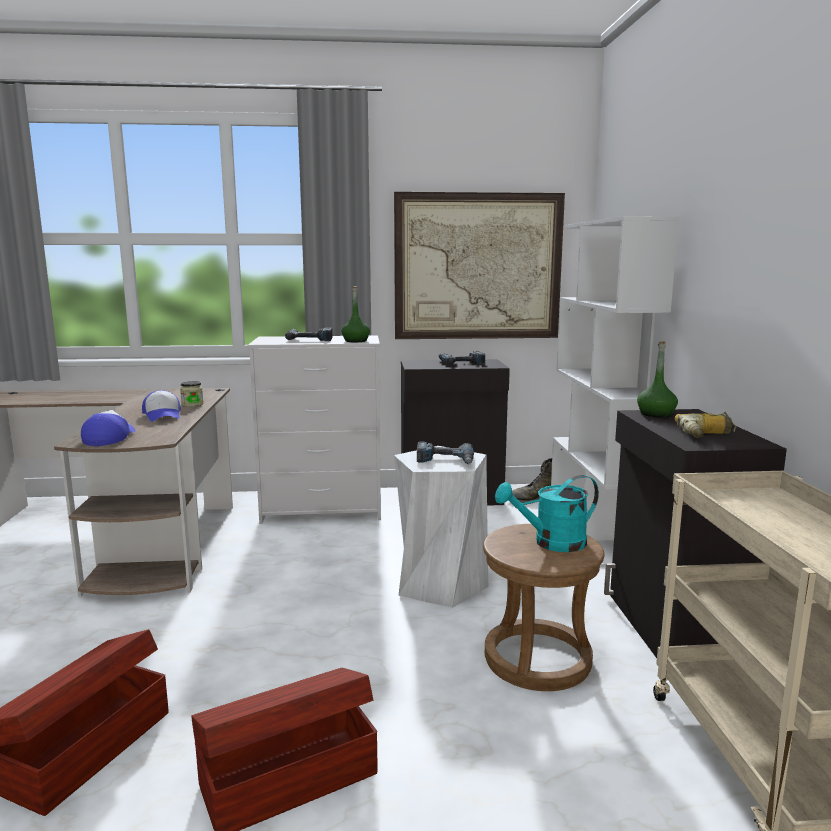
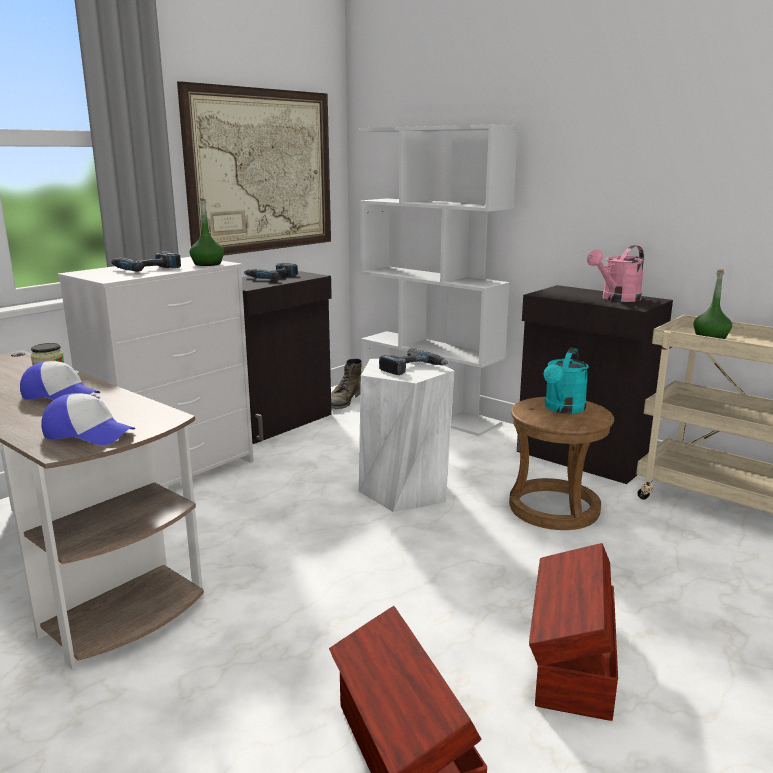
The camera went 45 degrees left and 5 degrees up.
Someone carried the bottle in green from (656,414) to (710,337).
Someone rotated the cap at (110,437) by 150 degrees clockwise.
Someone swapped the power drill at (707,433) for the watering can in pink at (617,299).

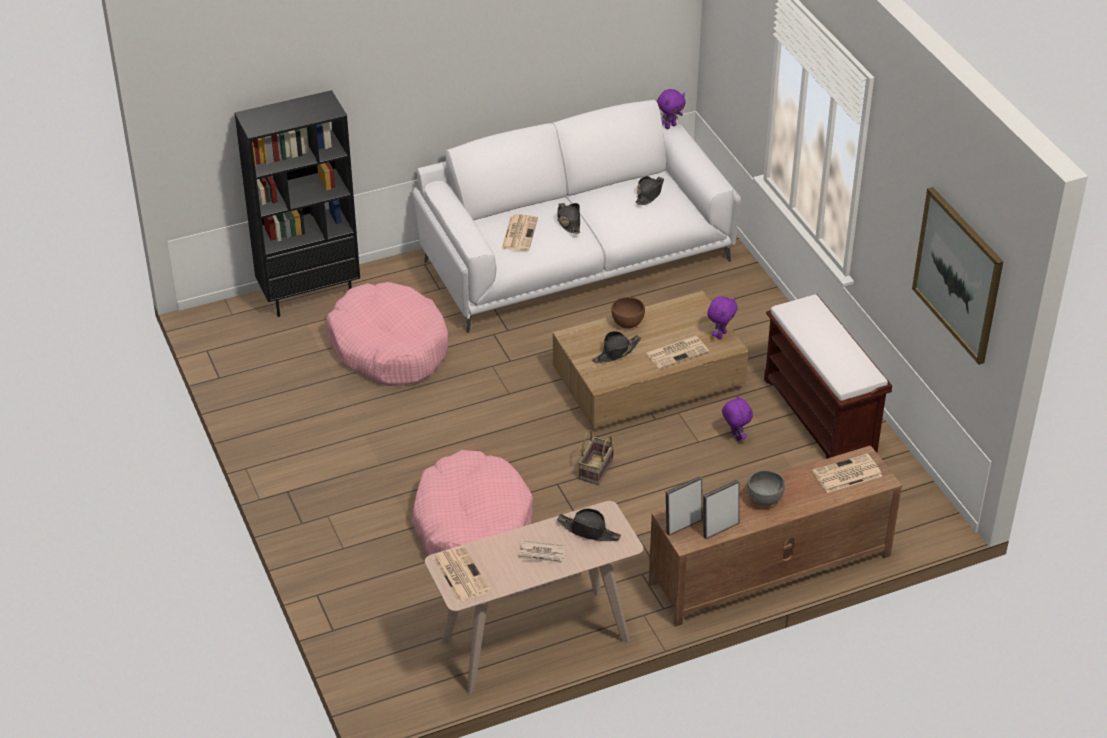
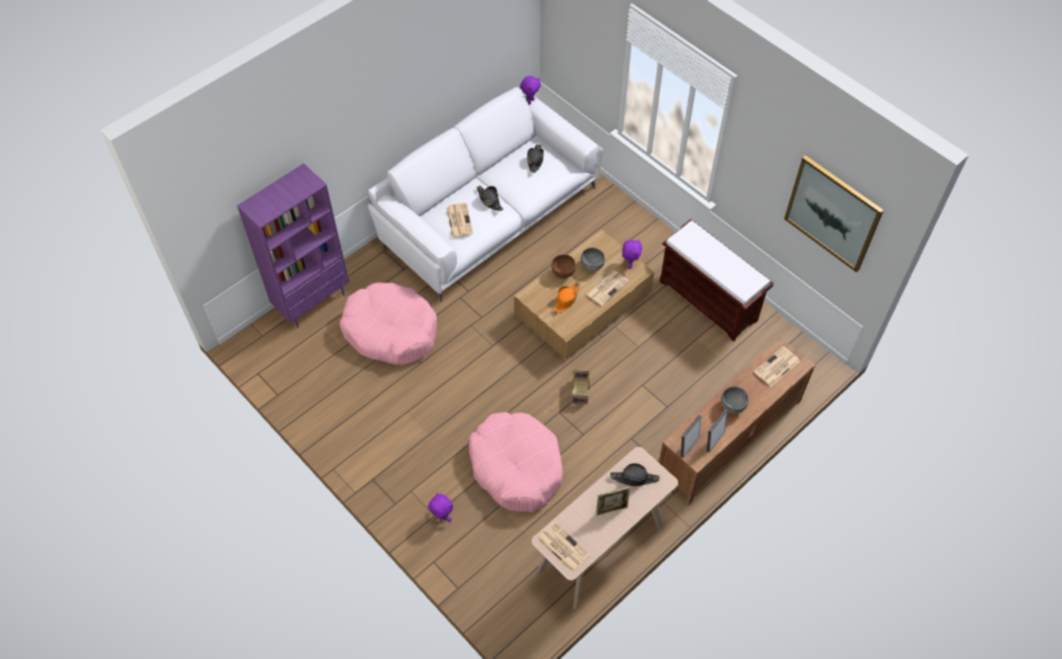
The camera went 20 degrees left and 15 degrees up.
Someone repainted the bookcase in black at (310,295), which became the bookcase in purple at (312,302).
Someone repainted the hat in black at (616,352), which became the hat in orange at (566,300).
Someone carried the plush toy in purple from (735,436) to (442,517).
Someone swapped the newspaper at (542,554) for the picture frame at (611,509).
Someone put down the bowl in grey at (592,266).

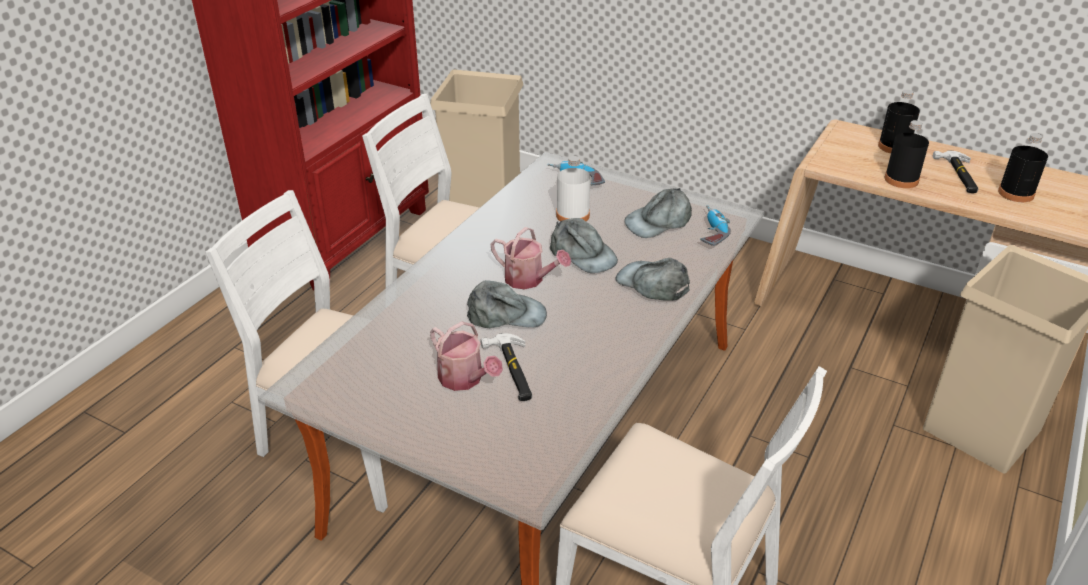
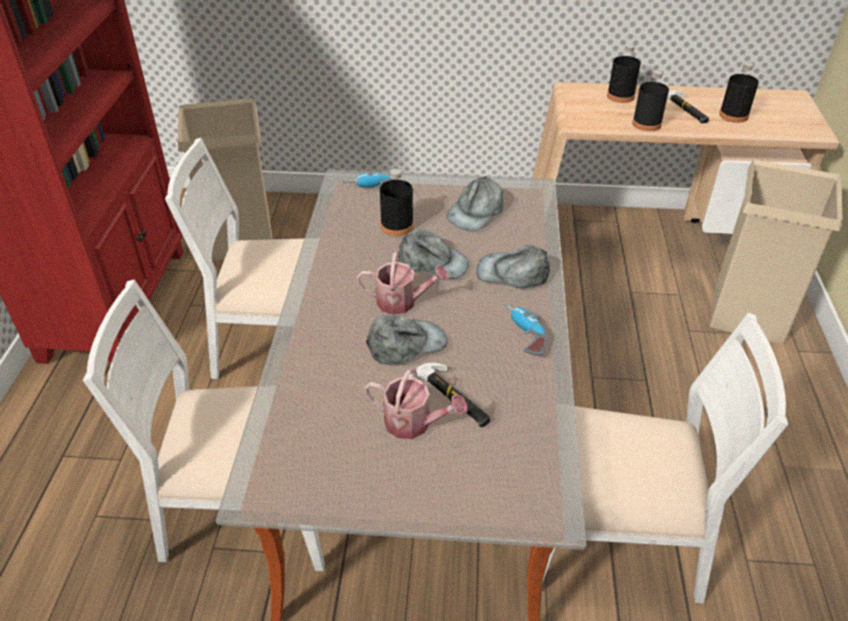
The camera went 25 degrees left and 5 degrees up.
Someone repainted the bottle in white at (572,215), which became the bottle in black at (397,226).
Someone carried the power drill from (710,232) to (522,335).

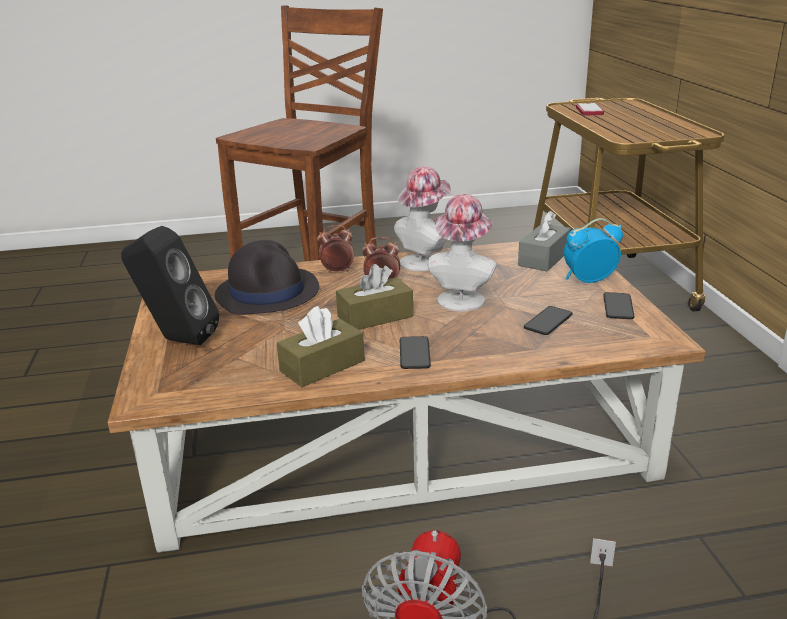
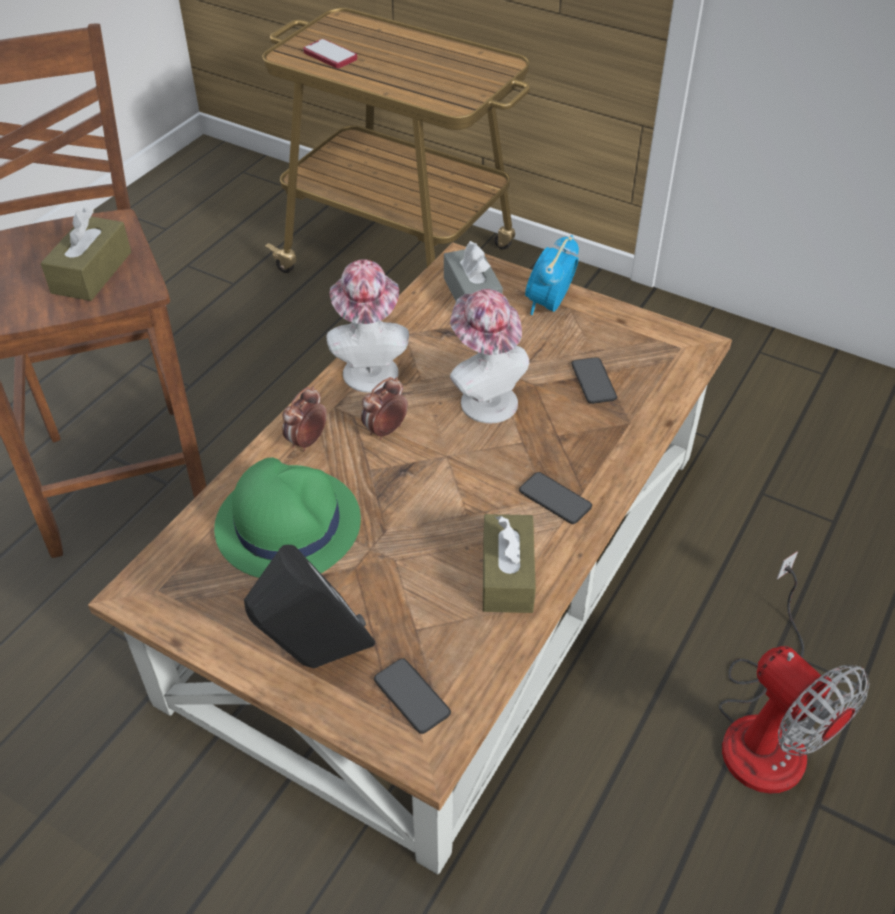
The camera went 50 degrees left and 20 degrees up.
Someone repainted the hat in black at (268,292), which became the hat in green at (287,523).
Someone carried the tissue box in brown from (375,316) to (92,272).
Someone carried the phone from (618,307) to (412,696).

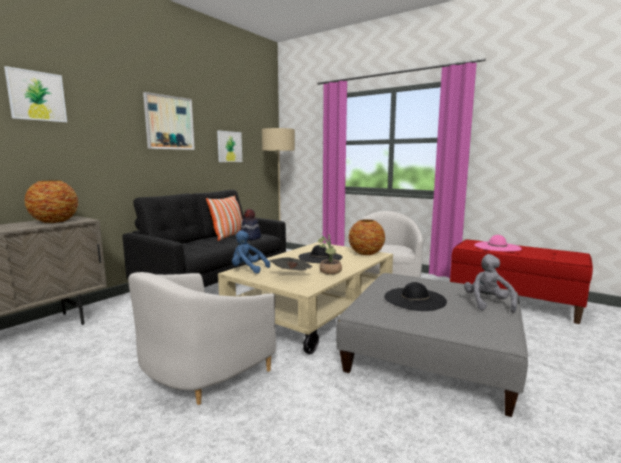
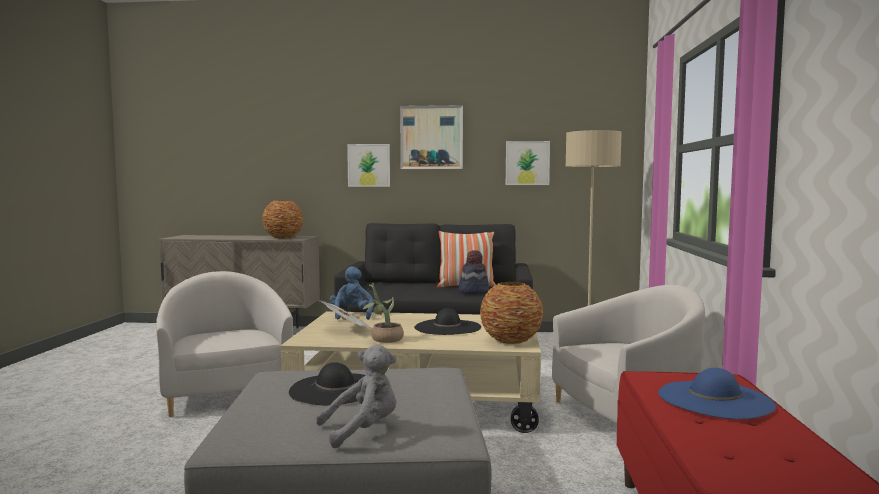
The camera went 60 degrees right and 5 degrees down.
Someone carried the picture from (37,96) to (369,165).
Someone repainted the hat in pink at (497,247), which became the hat in blue at (715,399).
Someone rotated the armchair in white at (203,372) by 60 degrees clockwise.

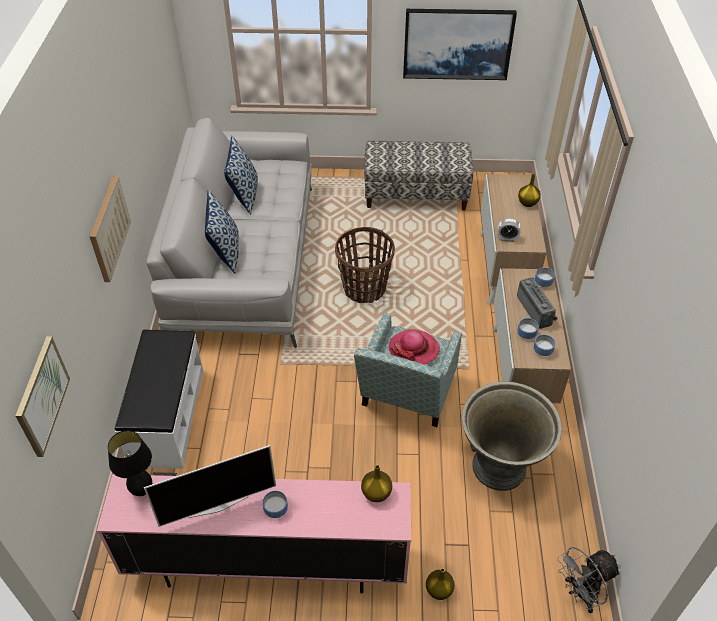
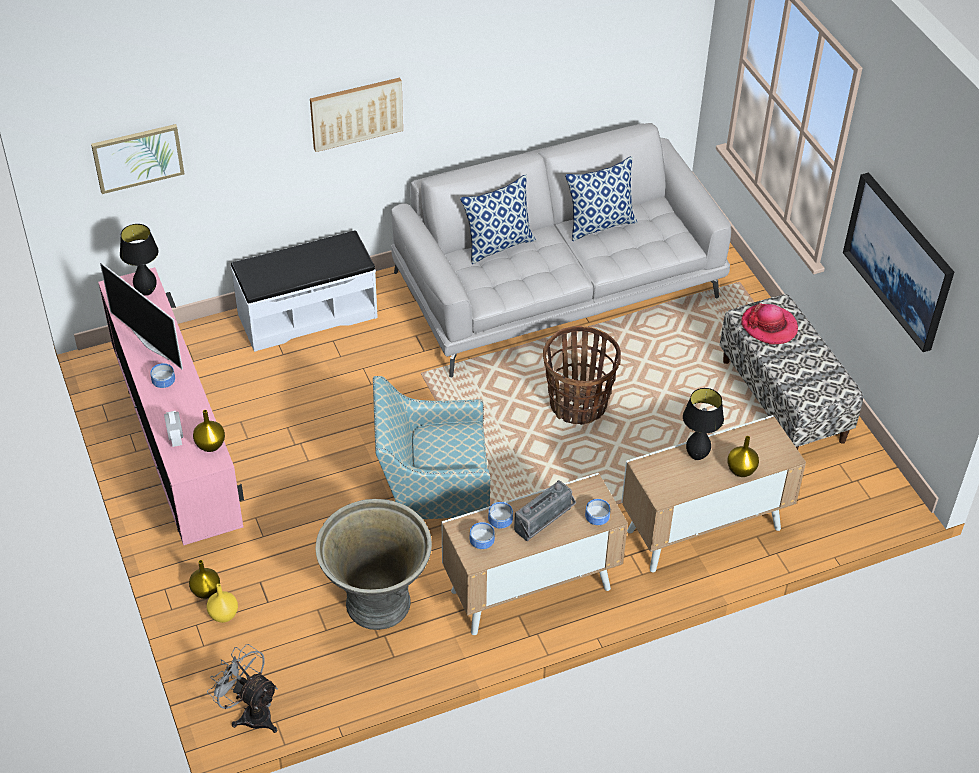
The camera went 65 degrees right and 0 degrees up.
Someone carried the alarm clock from (507,239) to (176,438).
Someone carried the hat from (413,349) to (769,326).
Someone put down the table lamp in black at (697,455).
Someone put down the vase in yellow at (224,614).

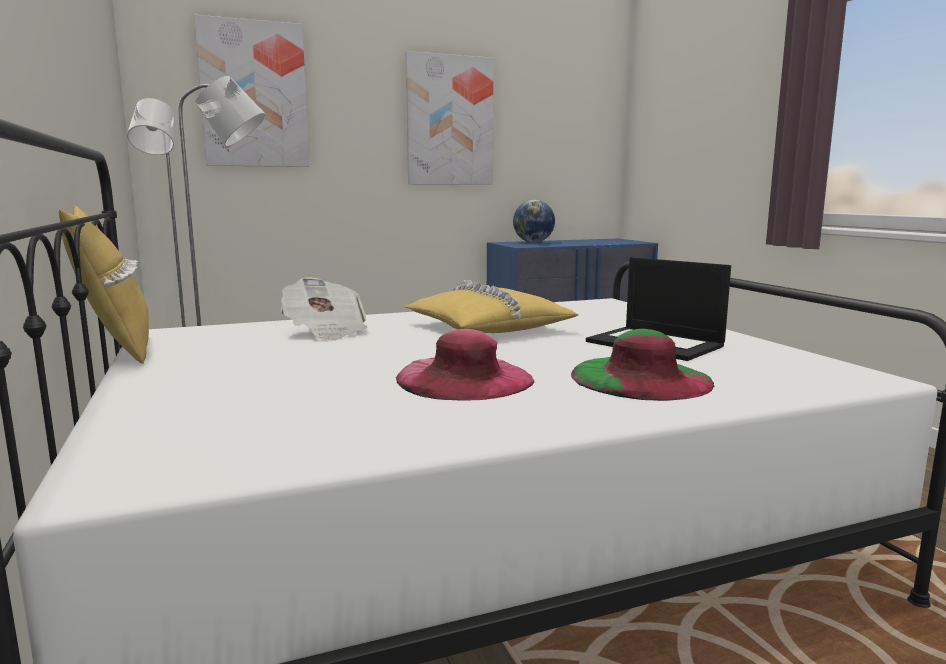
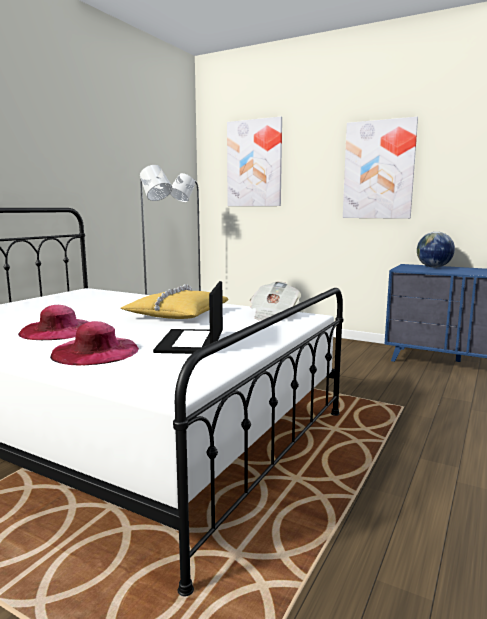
The camera went 50 degrees right and 0 degrees up.
Someone took away the pillow in yellow at (116,349).
Someone carried the newspaper from (325,332) to (273,315).
Someone repainted the hat in green at (641,378), which became the hat in pink at (95,351).

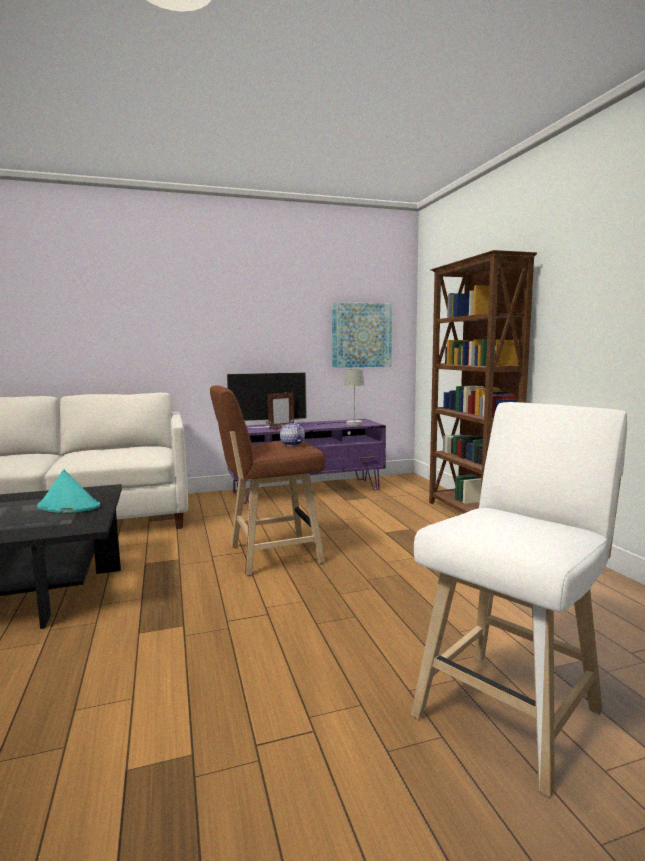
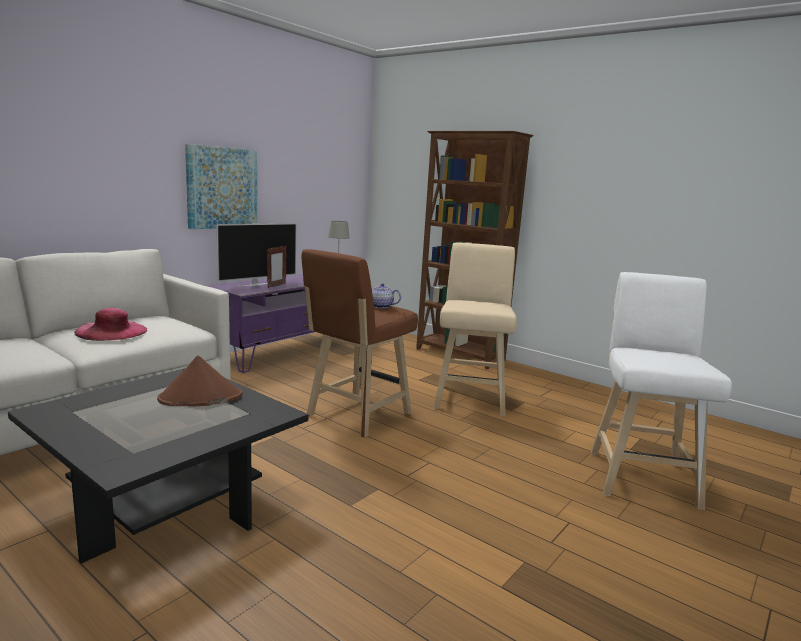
The camera went 35 degrees left and 5 degrees up.
Someone carried the picture from (361,335) to (222,188).
Someone repainted the hat in turquoise at (68,506), which became the hat in brown at (200,398).
Someone put down the stool in beige at (470,397).
Someone put down the hat in pink at (111,331).

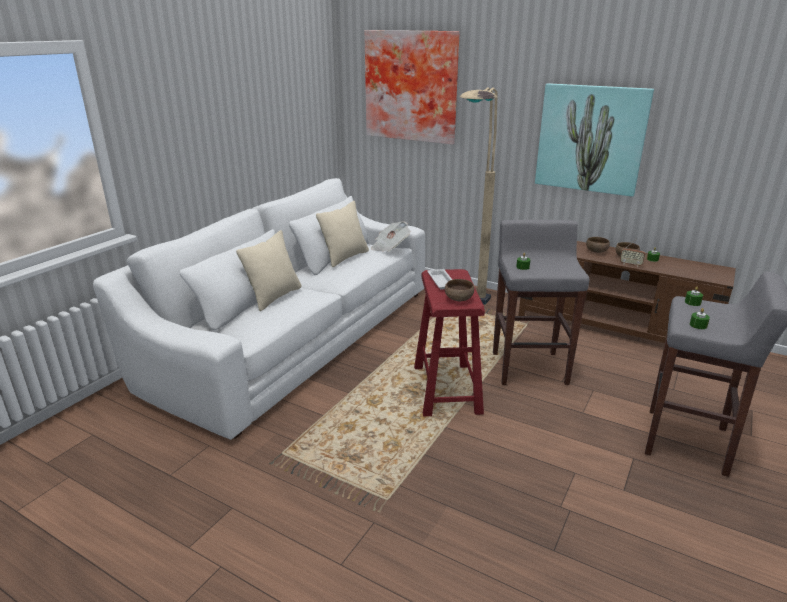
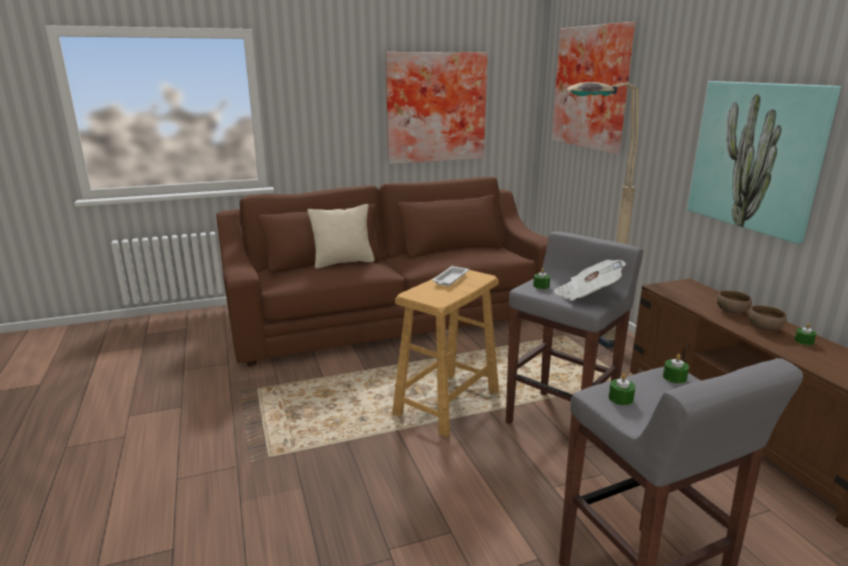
The camera went 40 degrees right and 5 degrees down.
Someone repainted the sofa in white at (297,336), which became the sofa in brown at (392,315).
Someone took away the pillow in beige at (345,257).
Someone carried the newspaper from (390,247) to (586,295).
Someone took away the radio at (630,264).
Someone repainted the stool in red at (446,389), which became the stool in beige at (446,403).
Someone took away the bowl in brown at (458,299).
Someone put up the picture at (435,107).

